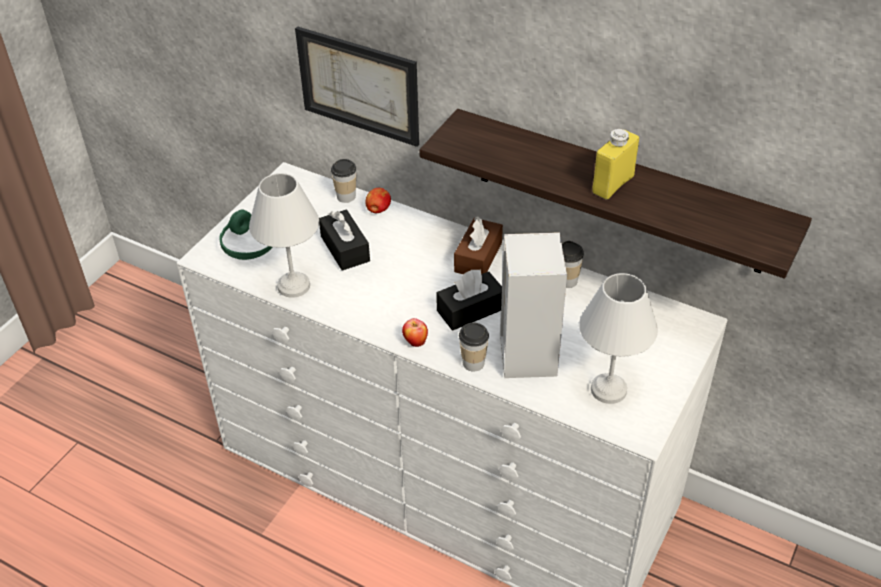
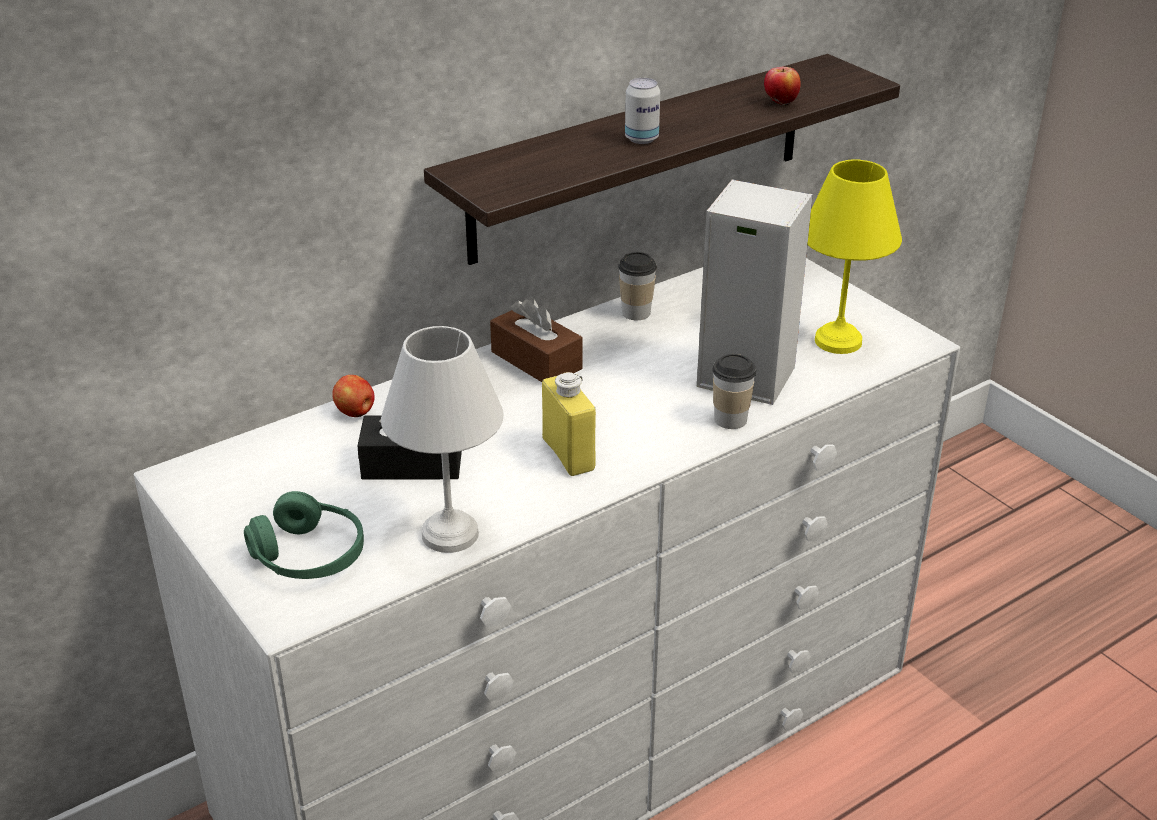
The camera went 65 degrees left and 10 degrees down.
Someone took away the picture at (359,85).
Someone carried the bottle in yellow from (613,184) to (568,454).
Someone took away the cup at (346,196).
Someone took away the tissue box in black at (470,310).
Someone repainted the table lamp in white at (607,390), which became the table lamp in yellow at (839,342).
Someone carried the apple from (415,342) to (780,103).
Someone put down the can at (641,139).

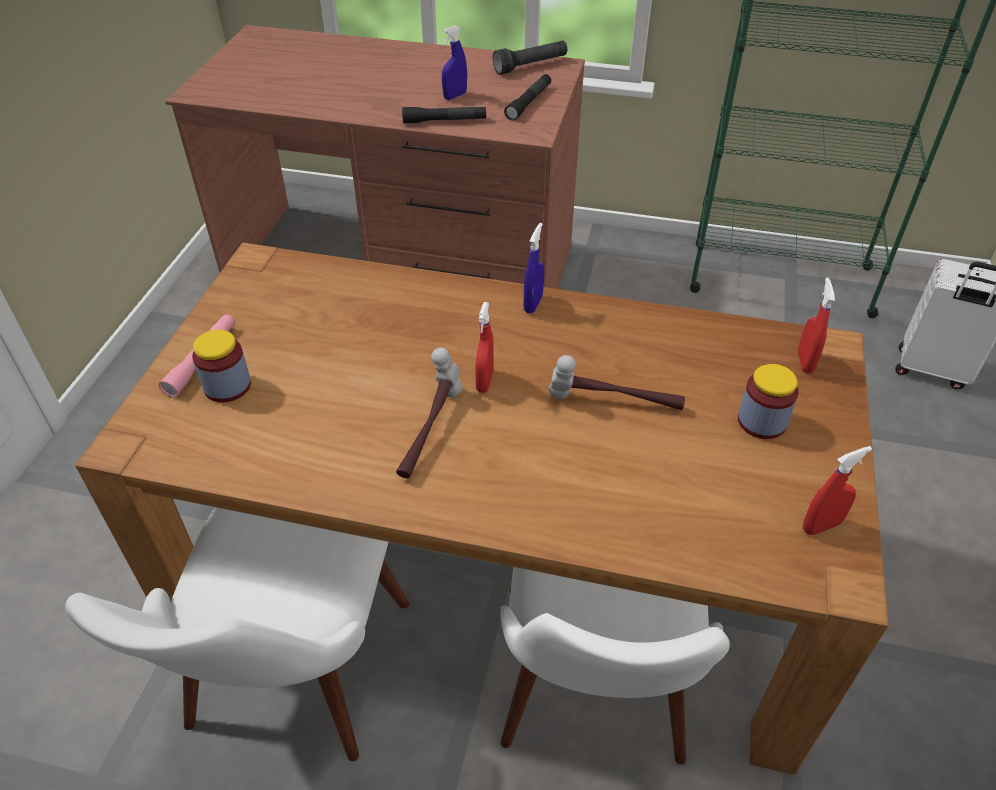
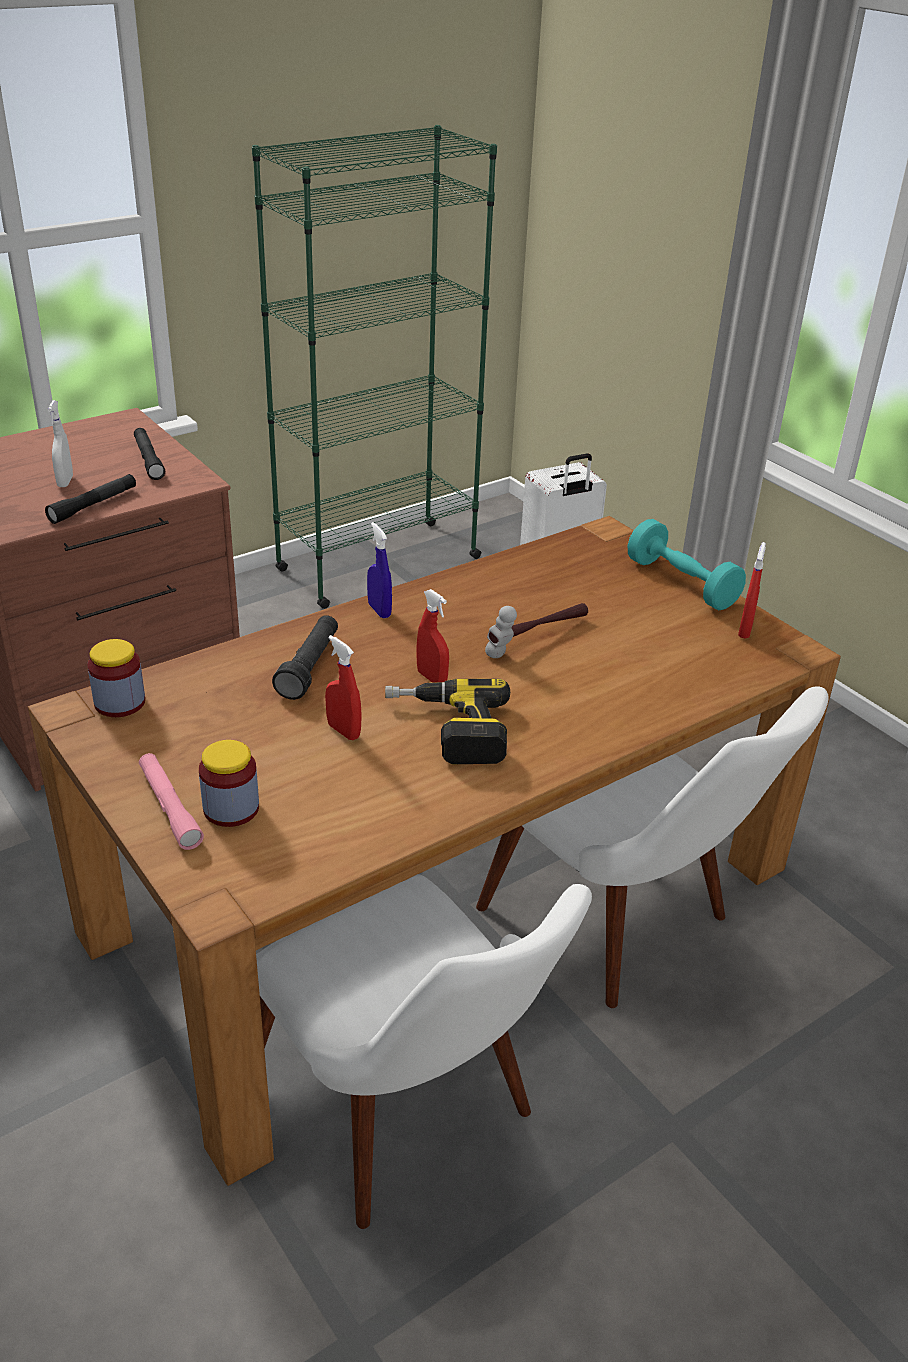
The camera went 50 degrees left and 10 degrees down.
Someone repainted the spray bottle in blue at (455,96), which became the spray bottle in white at (65,482).
Someone carried the flashlight in black from (530,66) to (309,667).
Someone carried the spray bottle in red from (805,362) to (343,731).
Someone swapped the hammer at (429,430) for the power drill at (447,730).
Someone carried the jar from (761,421) to (120,703).
Someone put down the dumbbell in turquoise at (681,583).

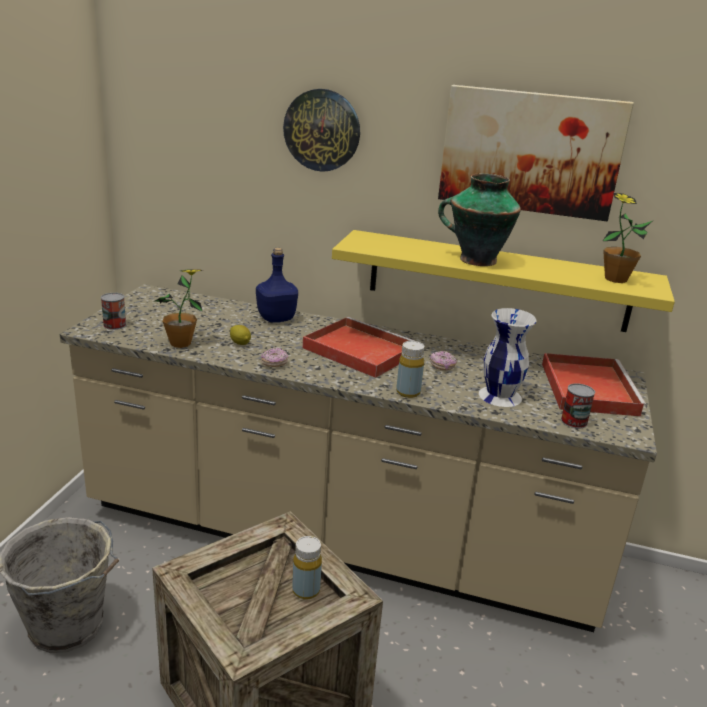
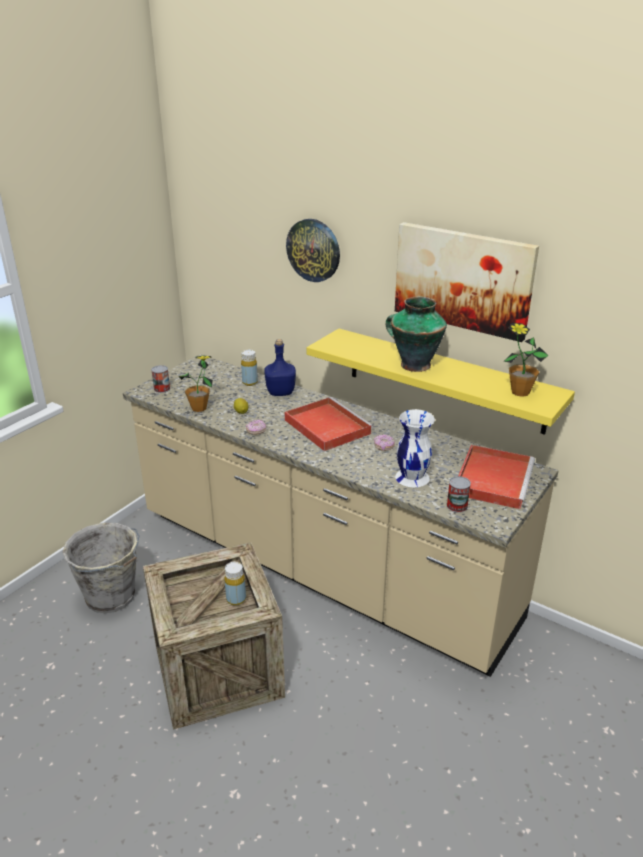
The camera went 20 degrees right and 5 degrees up.
Someone carried the bottle in yellow from (408,392) to (250,382).

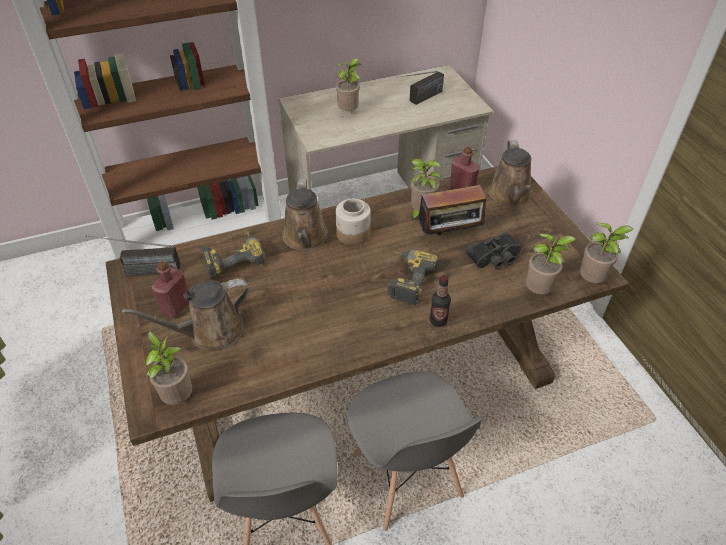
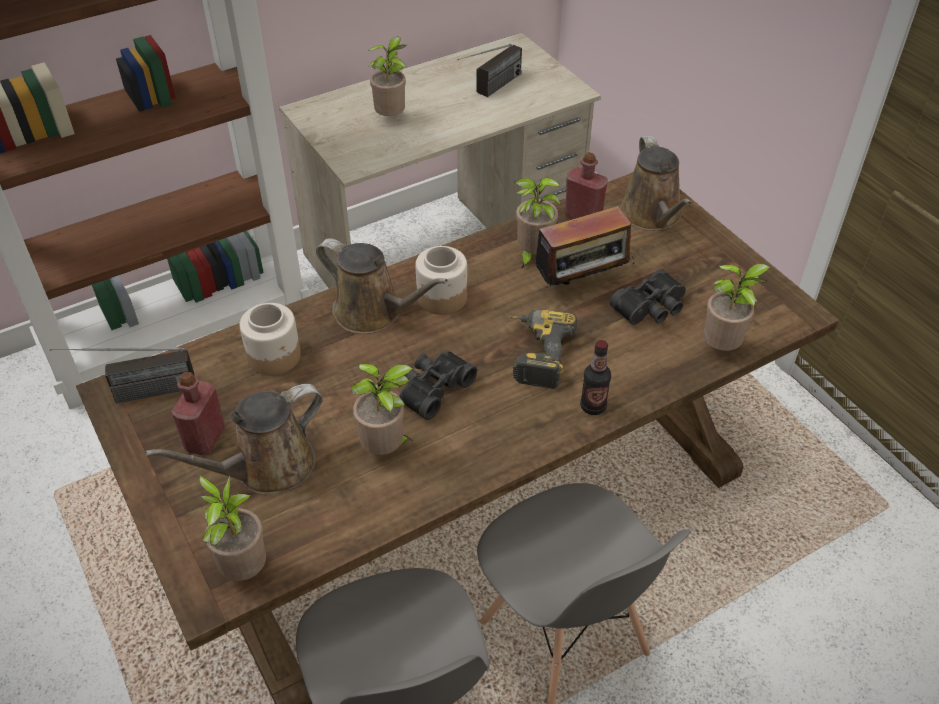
The camera went 10 degrees left and 0 degrees up.
Someone rotated the watering can in brown at (305,238) by 45 degrees counterclockwise.
Someone carried the potted plant from (592,281) to (386,449).
Someone swapped the power drill at (234,259) for the jar at (275,356).
Someone put down the binoculars in black at (432,388).

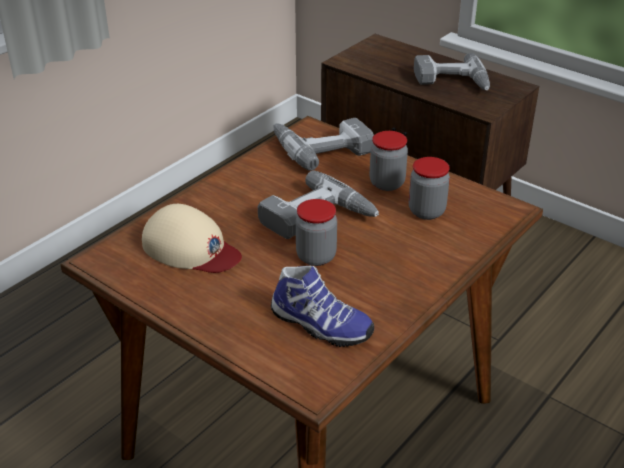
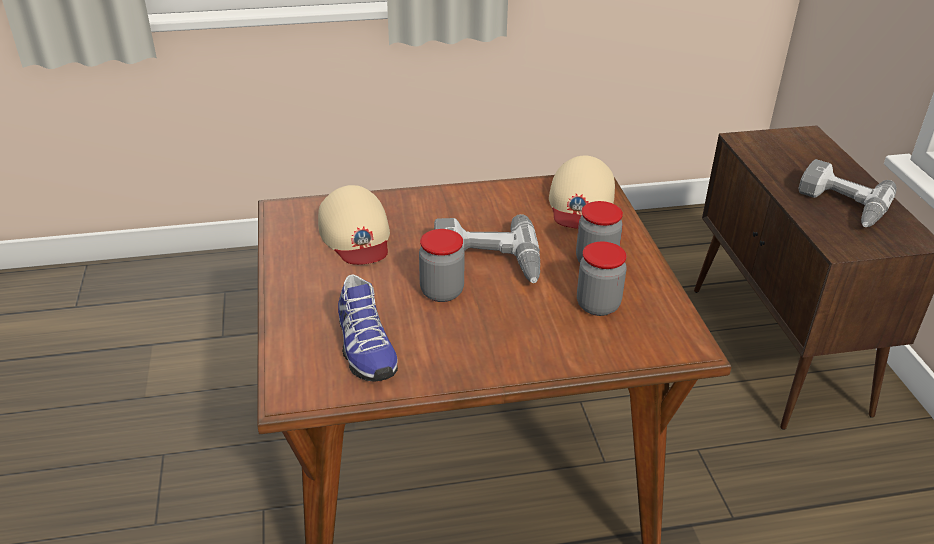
The camera went 40 degrees right and 0 degrees up.
Someone swapped the power drill at (321,147) for the cap in beige at (580,202).

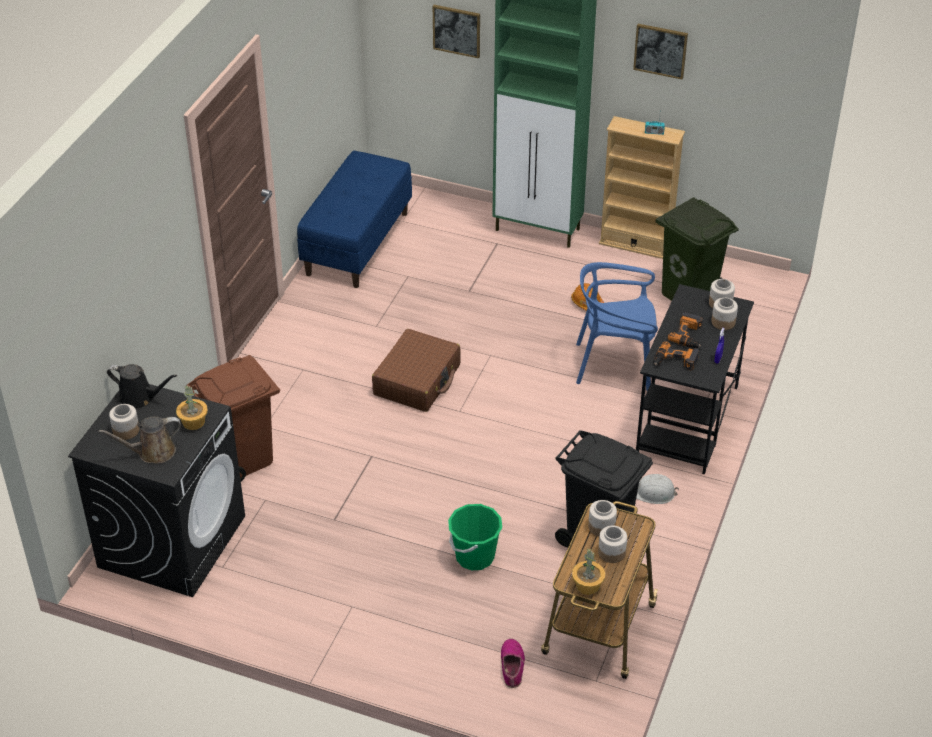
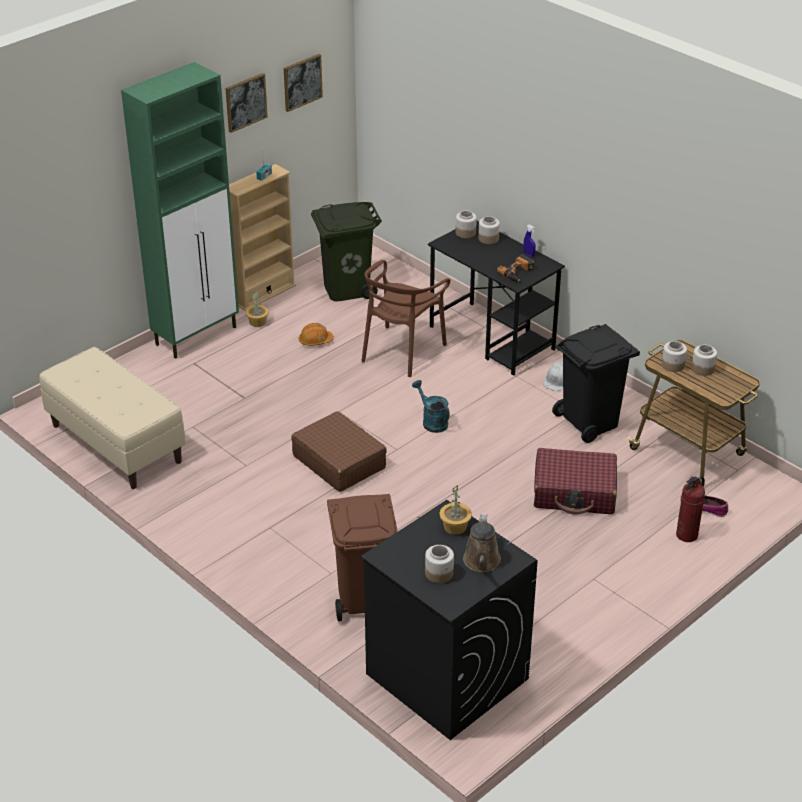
The camera went 65 degrees left and 5 degrees down.
Someone carried the picture from (457,30) to (302,82).
Someone repainted the bench in blue at (357,243), which became the bench in beige at (115,443).
Someone repainted the chair in blue at (614,365), which became the chair in brown at (402,351).
Someone took away the power drill at (689,335).
Someone took away the watering can in black at (140,398).
Someone swapped the bucket in green at (474,556) for the suitcase in red at (574,492).
Someone carried the potted plant from (587,585) to (258,322).
Someone put down the watering can in turquoise at (432,421).
Someone put down the fire extinguisher at (687,535).

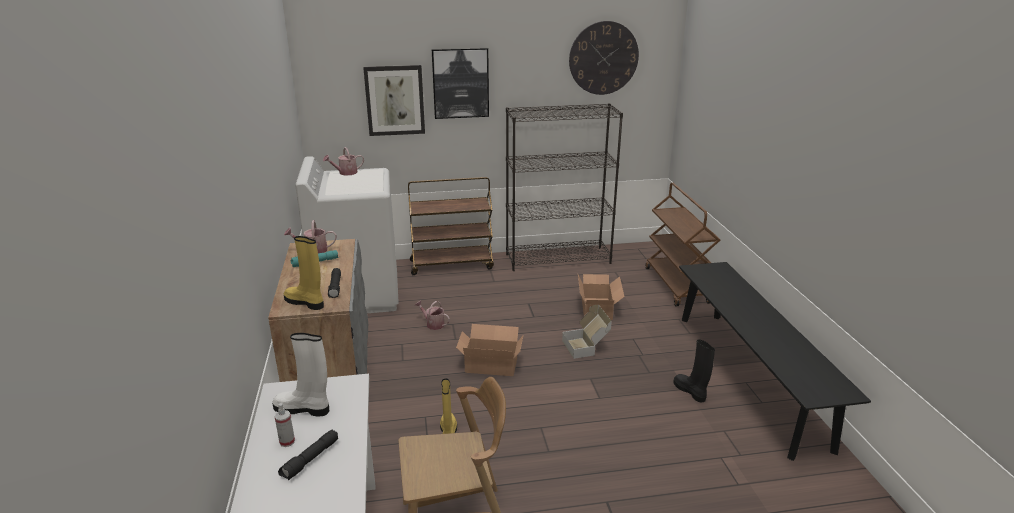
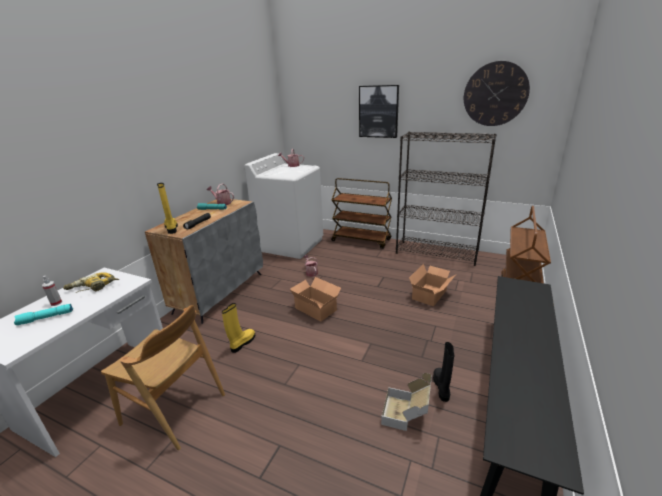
The camera went 35 degrees right and 0 degrees up.
Someone took away the picture at (395,100).
Someone carried the cardboard box from (586,346) to (407,415).
Someone swapped the boot in white at (303,409) for the power drill at (93,287).
Someone repainted the flashlight in black at (310,460), which became the flashlight in turquoise at (45,318).

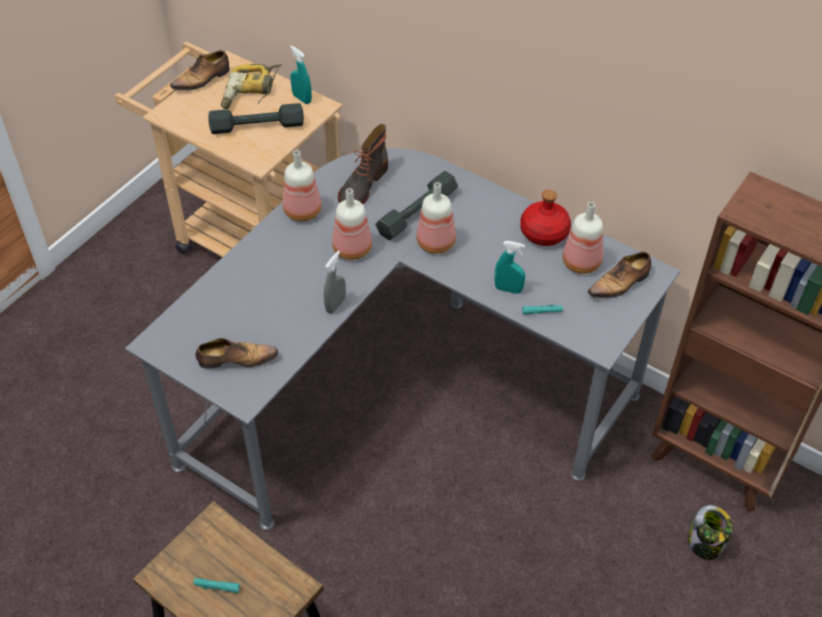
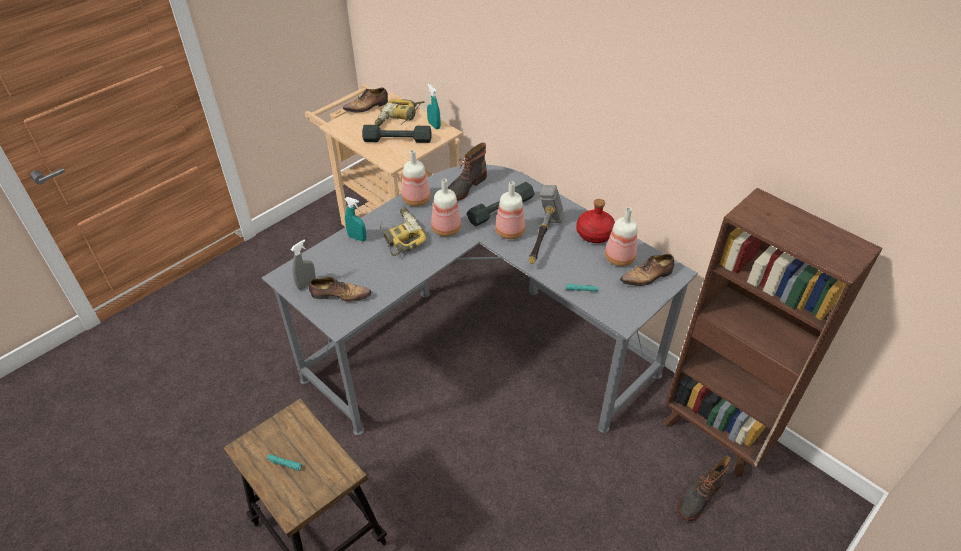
The camera went 10 degrees right and 5 degrees down.
Someone carried the spray bottle in turquoise from (508,289) to (357,238).
Someone carried the spray bottle in grey from (335,305) to (306,284).
Someone swapped the jar at (706,543) for the boot at (698,497).
Someone put down the hammer at (543,239).
Someone put down the power drill at (400,236).

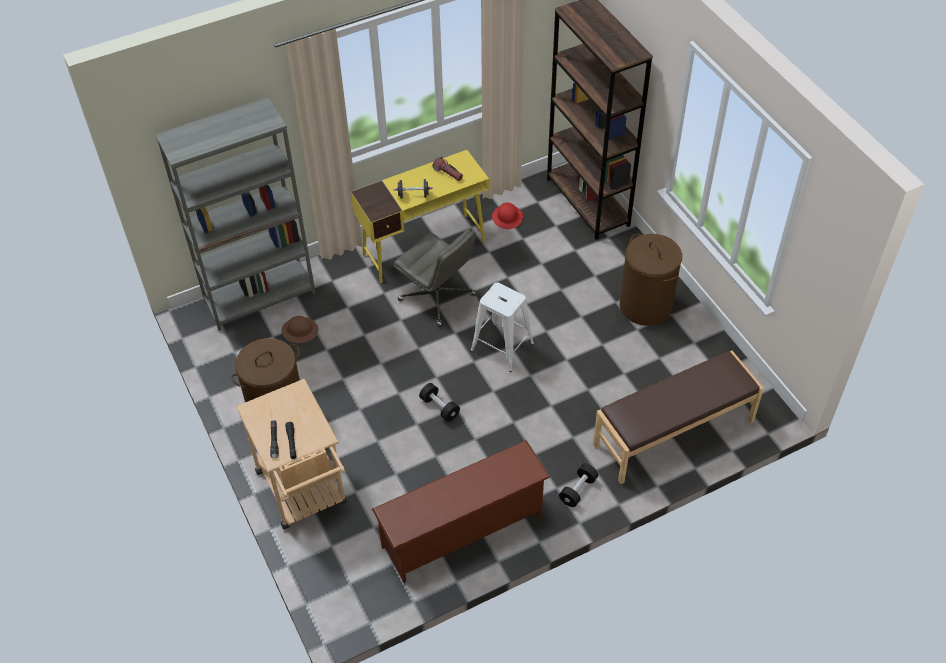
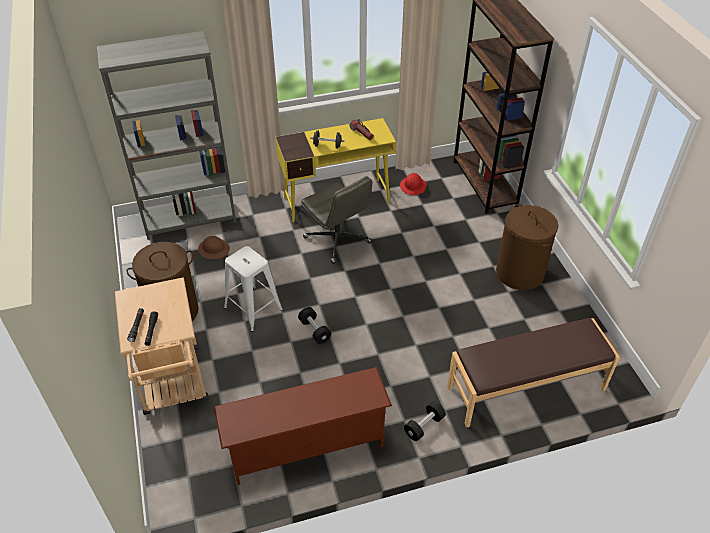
The camera went 10 degrees right and 5 degrees down.
Someone carried the stool in white from (502,347) to (253,309).

